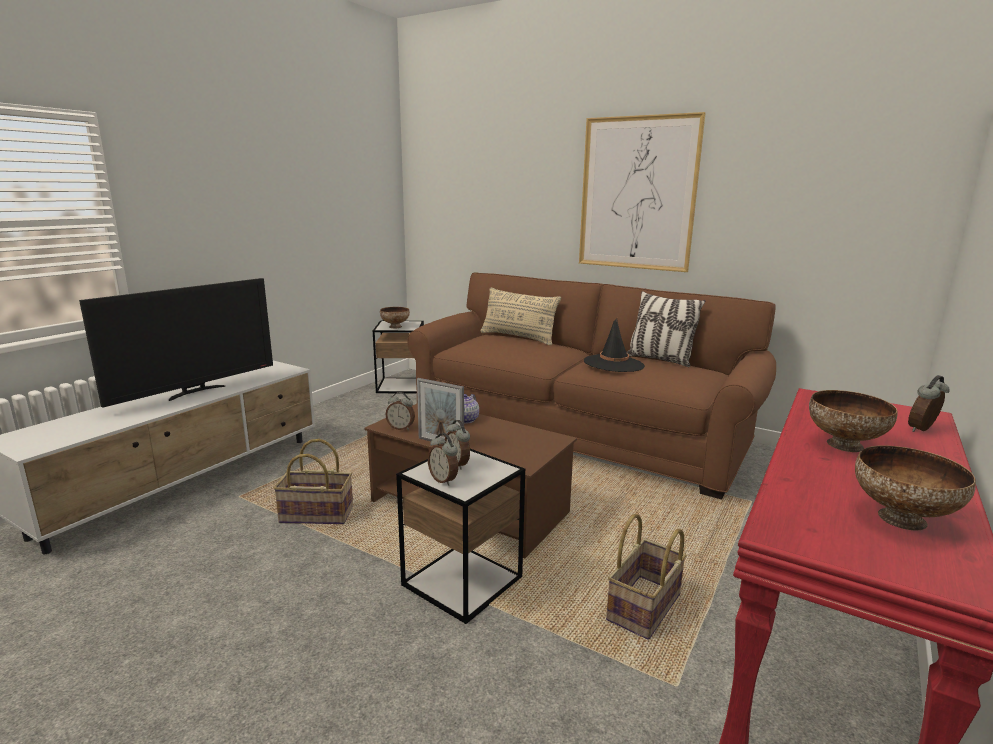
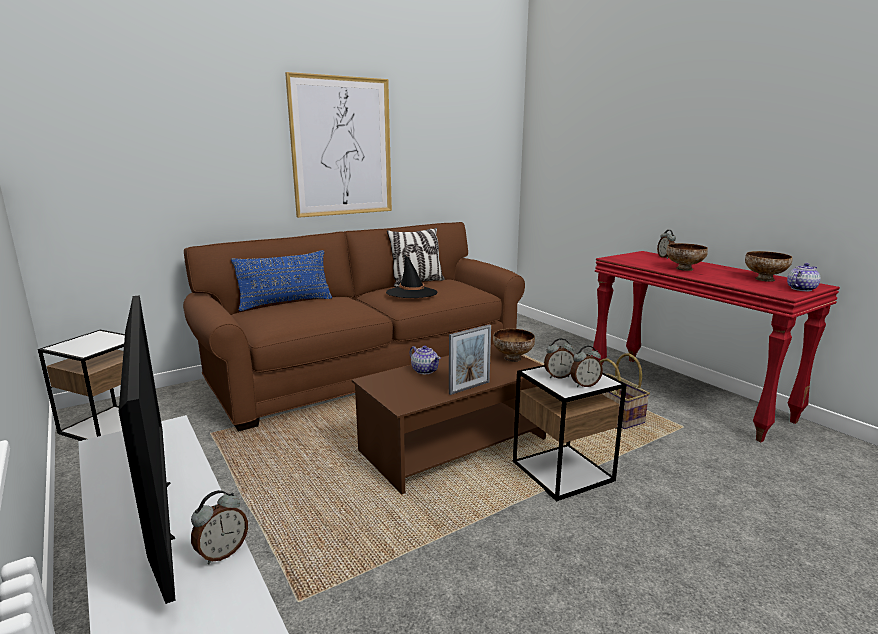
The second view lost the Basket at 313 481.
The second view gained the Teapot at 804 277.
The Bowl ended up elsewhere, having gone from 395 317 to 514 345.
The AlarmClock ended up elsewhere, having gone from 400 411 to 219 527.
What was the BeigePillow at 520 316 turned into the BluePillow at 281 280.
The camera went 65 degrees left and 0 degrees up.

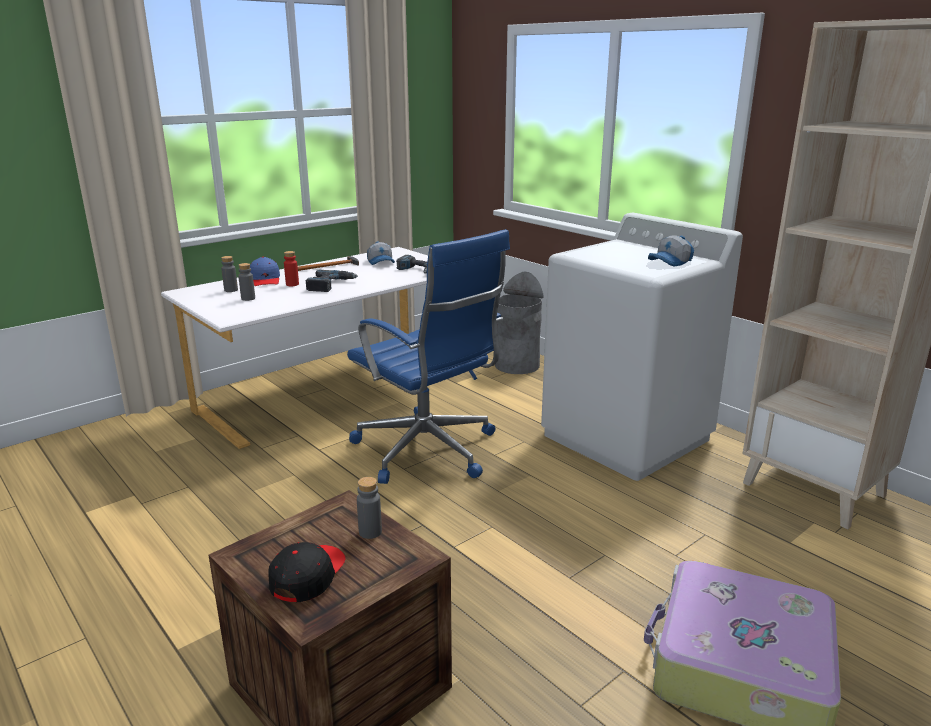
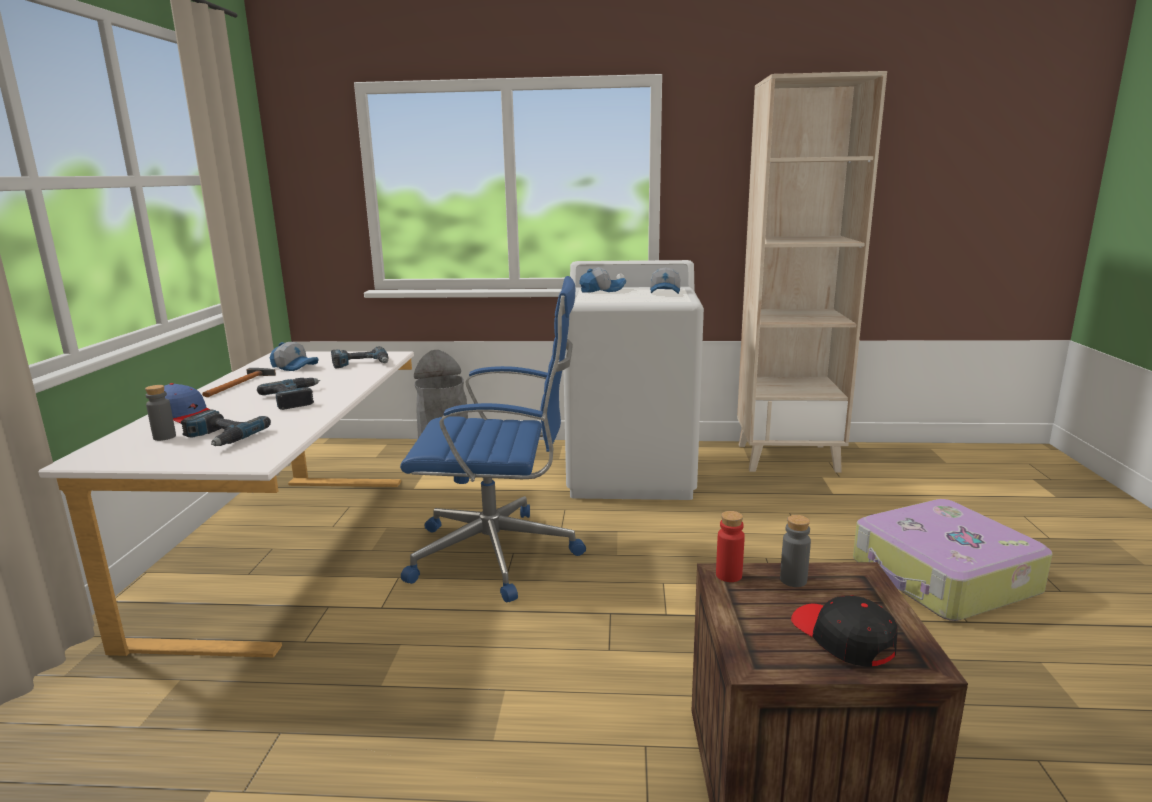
The second view gained the Cap at 603 280.
The RedBottle ended up elsewhere, having gone from 291 268 to 730 546.
Where the GreyBottle stood at 246 282, the PowerDrill came to stand at 225 428.
The camera went 45 degrees left and 5 degrees down.

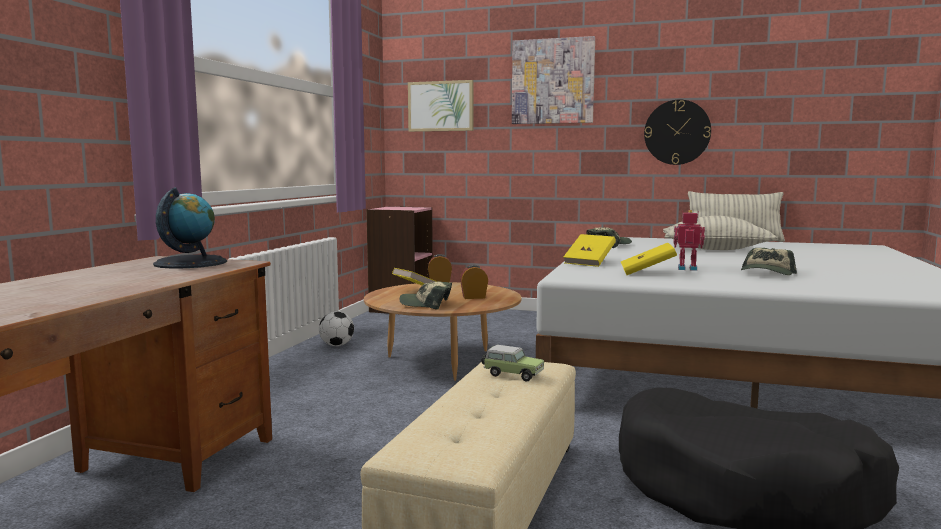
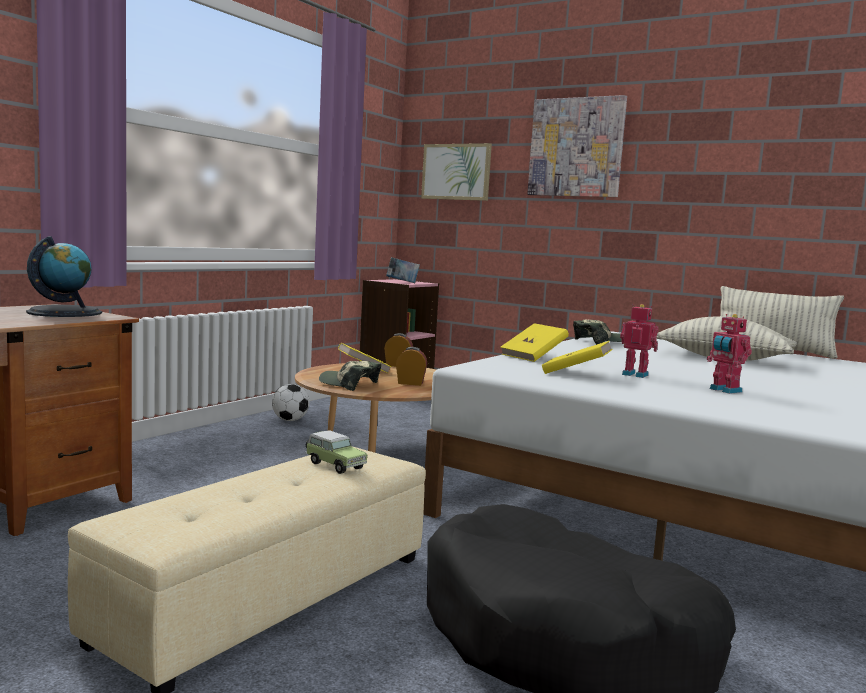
The second view lost the WallClock at 677 132.
The second view gained the Book at 403 270.
Where the Cap stood at 769 261, the ToyRobot came to stand at 729 354.
The camera went 15 degrees right and 0 degrees up.

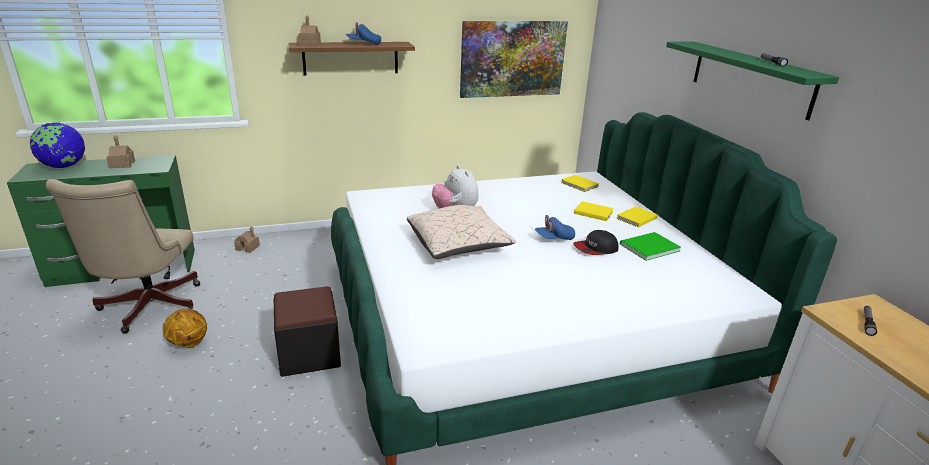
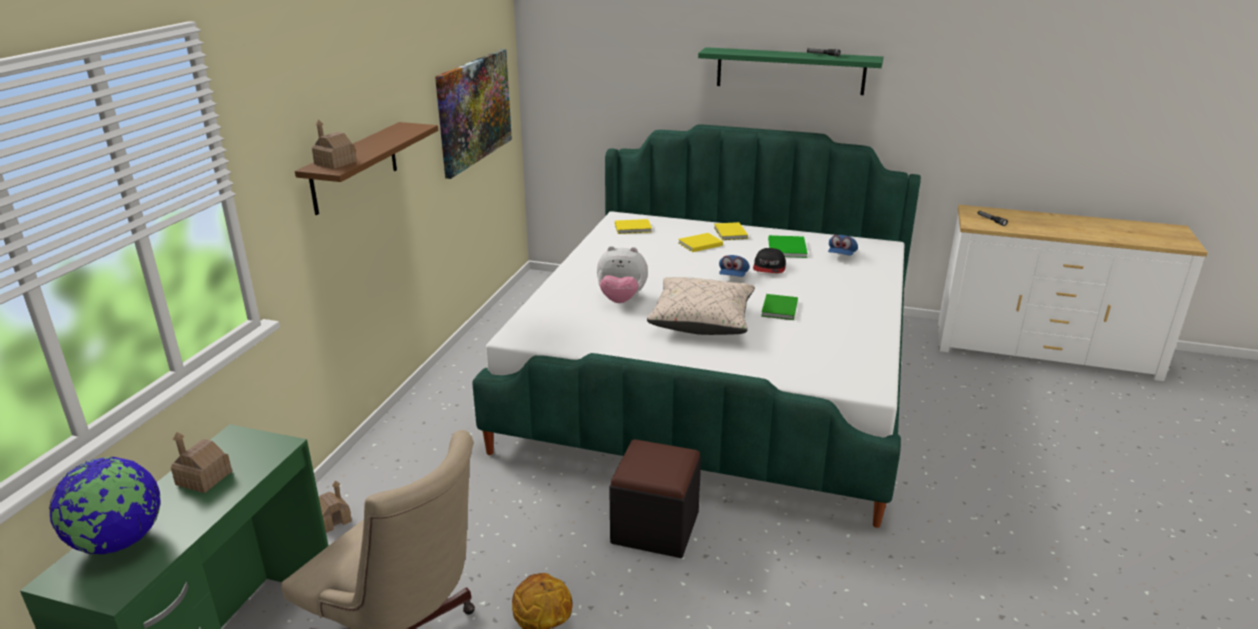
The second view gained the GreenBook at 779 307.
The BlueCap ended up elsewhere, having gone from 363 33 to 843 245.
The camera went 55 degrees left and 0 degrees up.

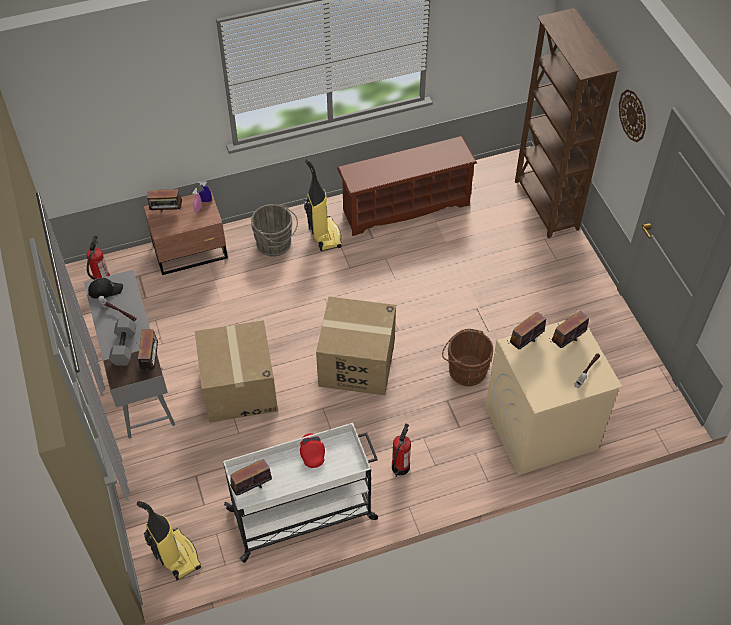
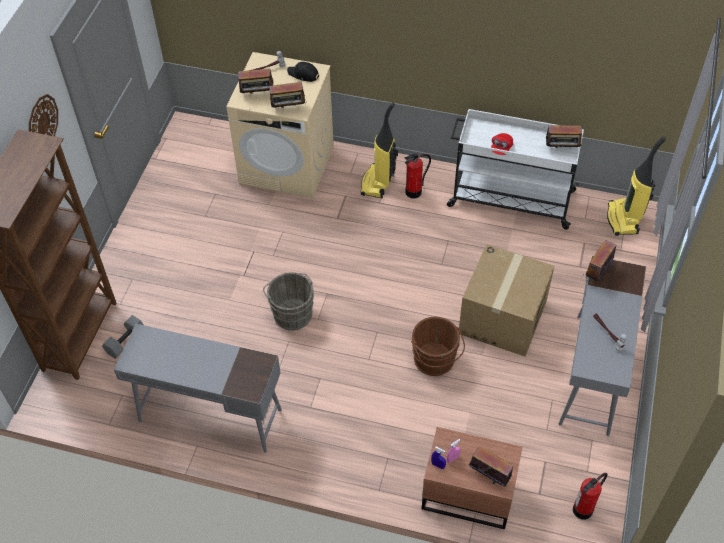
The second view lost the CardboardBox at 356 346.
The BlackCap ended up elsewhere, having gone from 105 288 to 303 72.
The GreyDumbbell ended up elsewhere, having gone from 122 342 to 123 337.
The GreyBucket ended up elsewhere, having gone from 274 230 to 288 301.
The VacuumCleaner ended up elsewhere, having gone from 323 205 to 379 150.
The BrownBucket ended up elsewhere, having gone from 467 357 to 438 346.
Where the BrownShoeRack stood at 407 186, the GreyDesk came to stand at 198 388.
The camera went 145 degrees left and 0 degrees up.

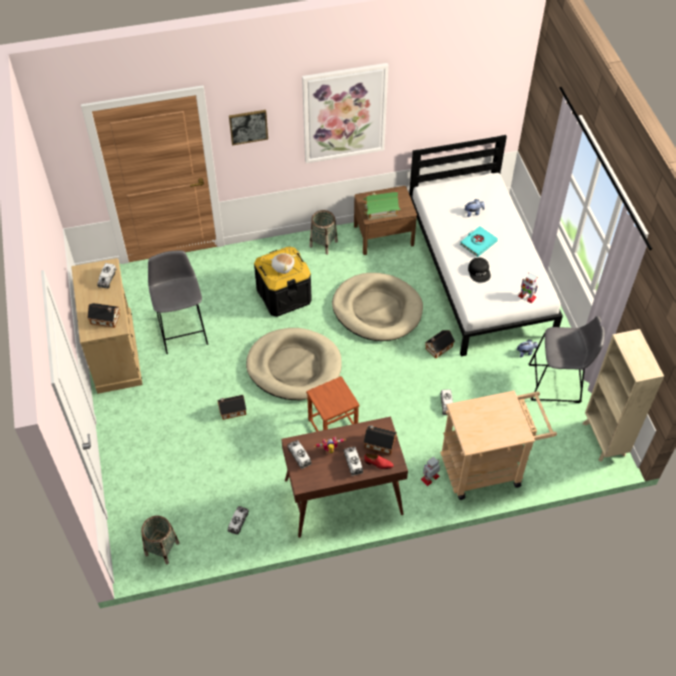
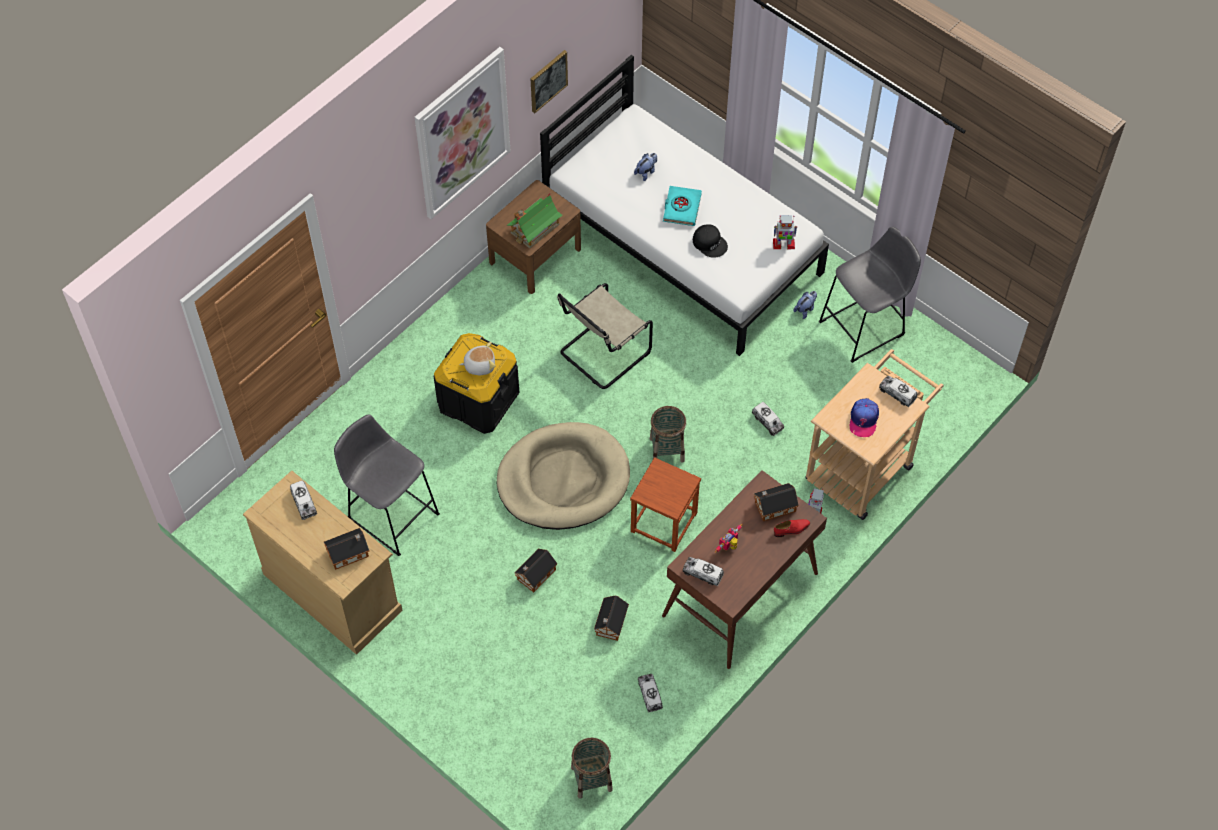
The second view lost the BeigeBookcase at 623 395.
The second view gained the Cap at 864 417.
The Picture ended up elsewhere, having gone from 248 127 to 549 81.
The Basket ended up elsewhere, having gone from 324 232 to 668 434.
The ToyTruck ended up elsewhere, having gone from 353 461 to 898 391.
The ToyHouse ended up elsewhere, having gone from 440 344 to 611 618.
Where the BeigeDogBed stood at 377 307, the BeigeChair came to stand at 605 336.
The camera went 35 degrees left and 5 degrees up.

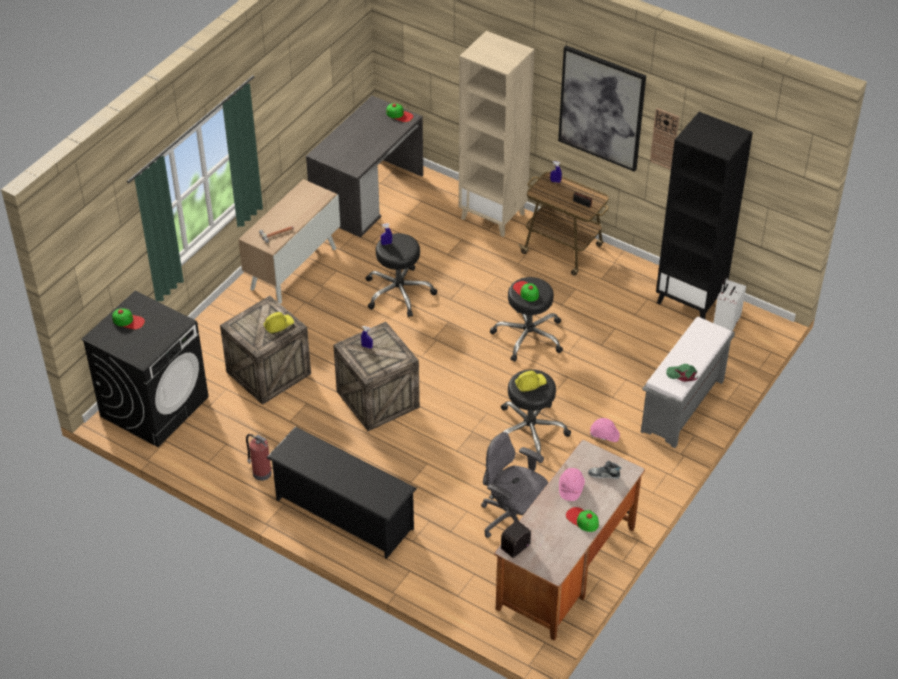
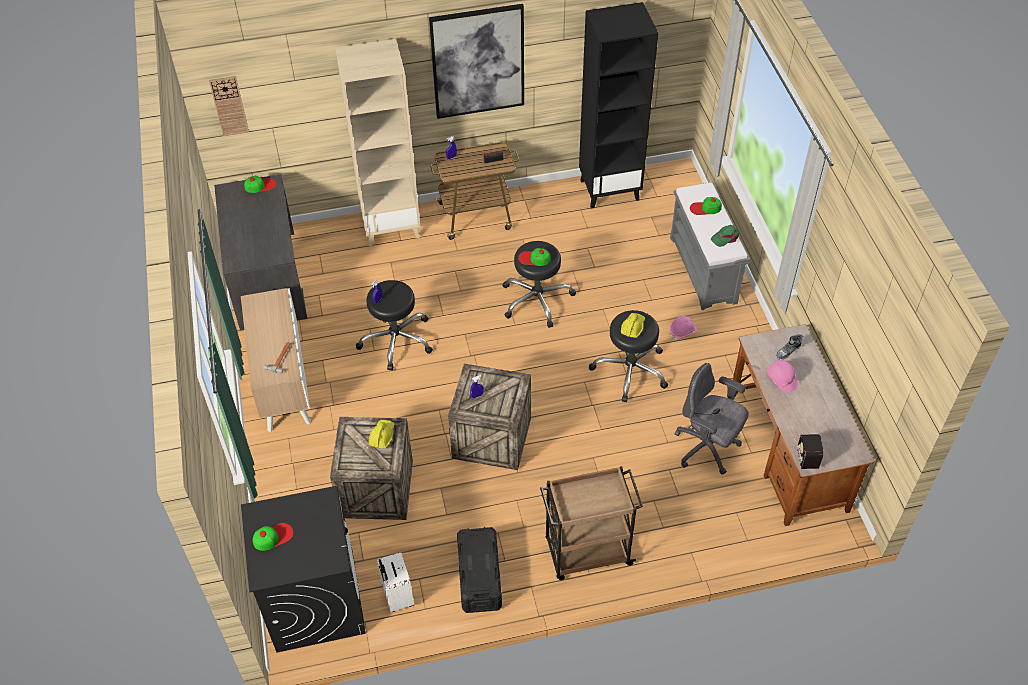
The Cap ended up elsewhere, having gone from 582 519 to 706 206.
The WallClock ended up elsewhere, having gone from 665 139 to 229 106.
The WhiteSuitcase ended up elsewhere, having gone from 729 303 to 395 582.
Where the FireExtinguisher stood at 259 457, the BlackStorageBox came to stand at 479 570.
Where the BlackShoeRack stood at 341 492, the BrownCart came to stand at 591 523.
The GreyOfficeChair at 514 485 ended up facing another way, 45 degrees clockwise from before.
The camera went 45 degrees left and 5 degrees up.

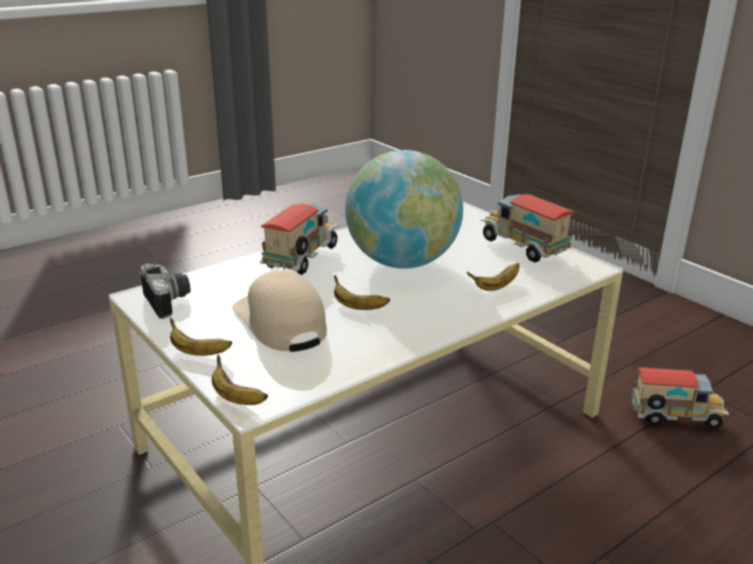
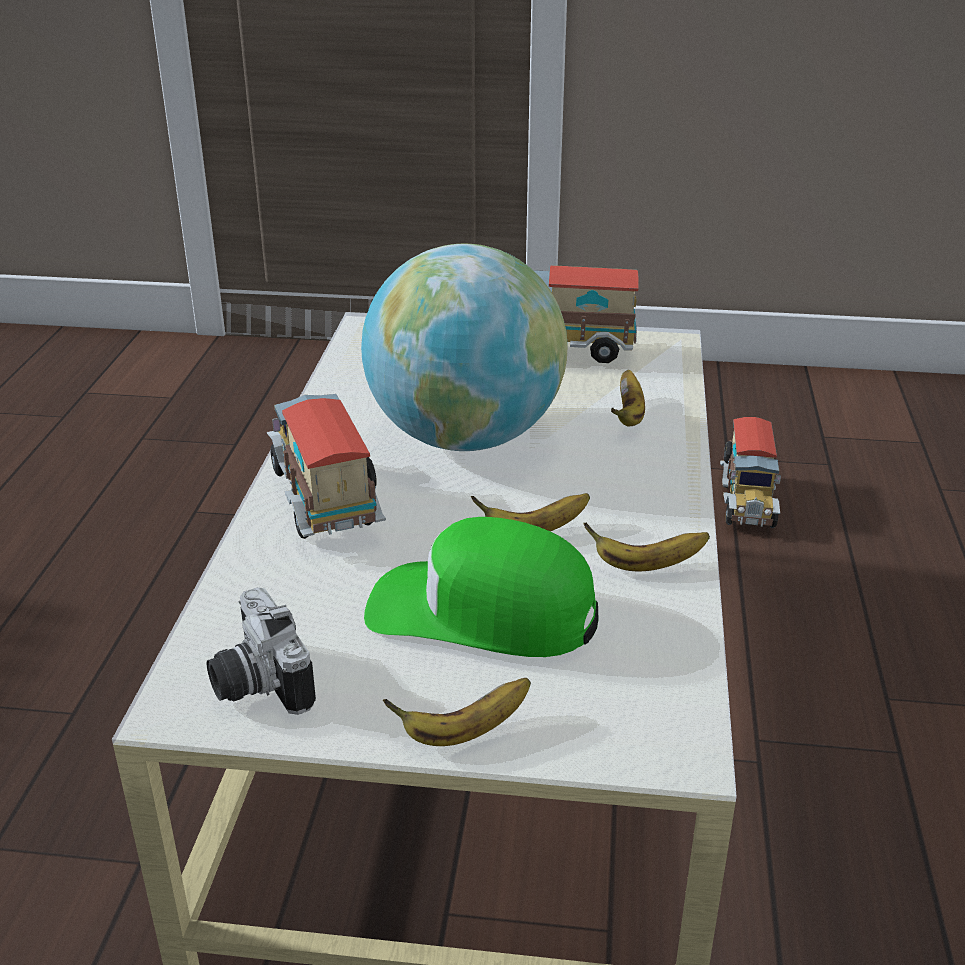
The Banana ended up elsewhere, having gone from 240 380 to 646 547.
What was the BeigeCap at 279 311 turned into the GreenCap at 481 587.
The PhotoCamera at 166 291 ended up facing another way, 135 degrees counterclockwise from before.
The ToyTruck at 680 398 ended up facing another way, 135 degrees clockwise from before.
The camera went 45 degrees left and 5 degrees up.

